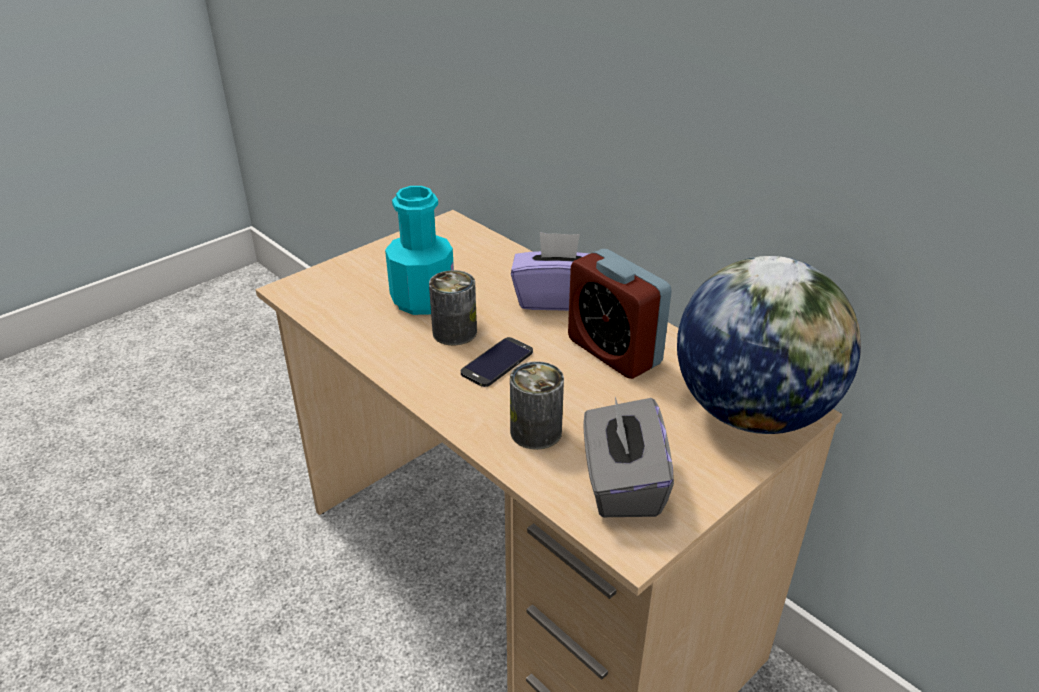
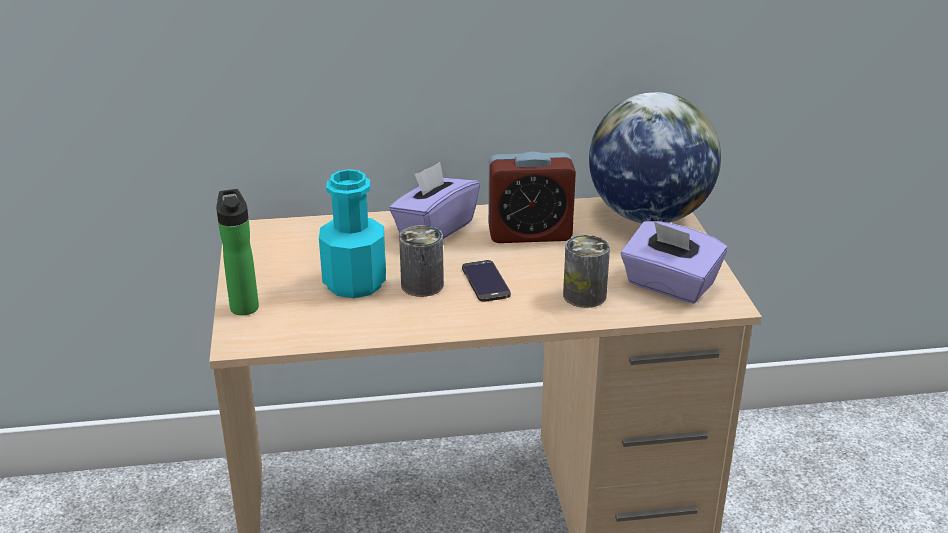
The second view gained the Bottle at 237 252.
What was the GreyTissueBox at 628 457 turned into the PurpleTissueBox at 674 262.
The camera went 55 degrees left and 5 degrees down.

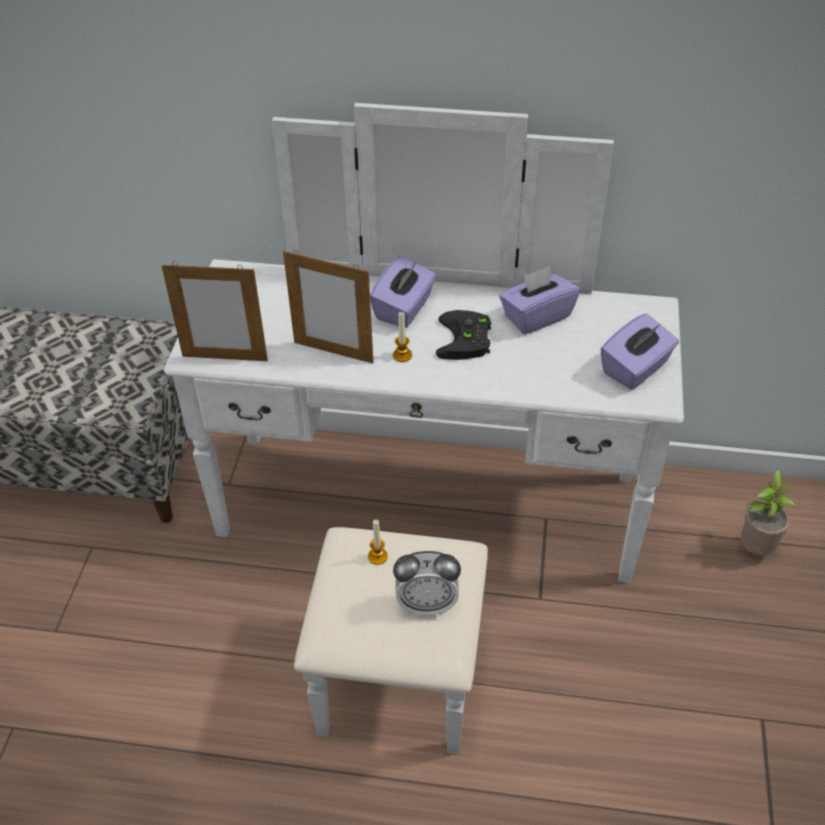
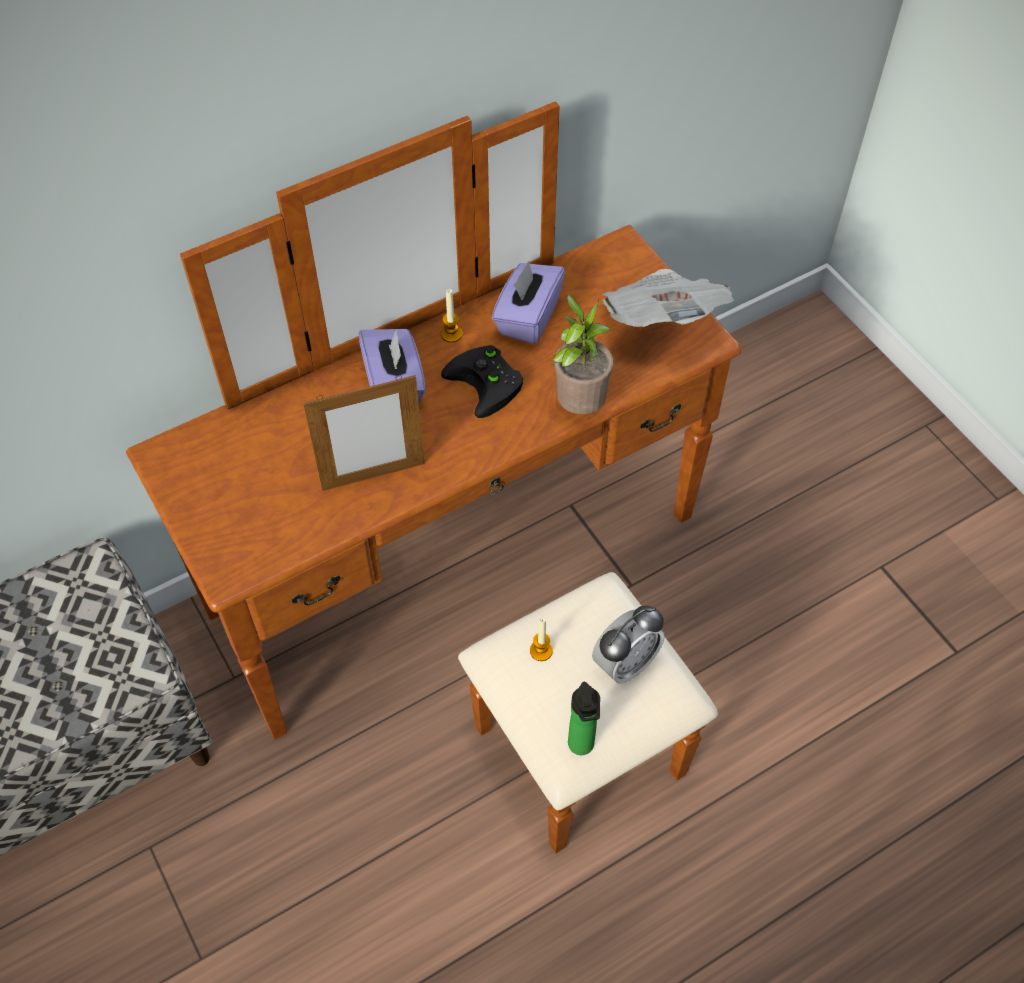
The second view lost the PictureFrame at 214 311.
The second view gained the Bottle at 584 718.
The Candle ended up elsewhere, having gone from 402 337 to 452 315.
The PottedPlant ended up elsewhere, having gone from 768 512 to 583 354.
Where the PurpleTissueBox stood at 640 351, the Newspaper came to stand at 668 298.
What was the WhiteDresser at 424 428 turned into the BrownDresser at 433 477.
The camera went 40 degrees left and 10 degrees up.

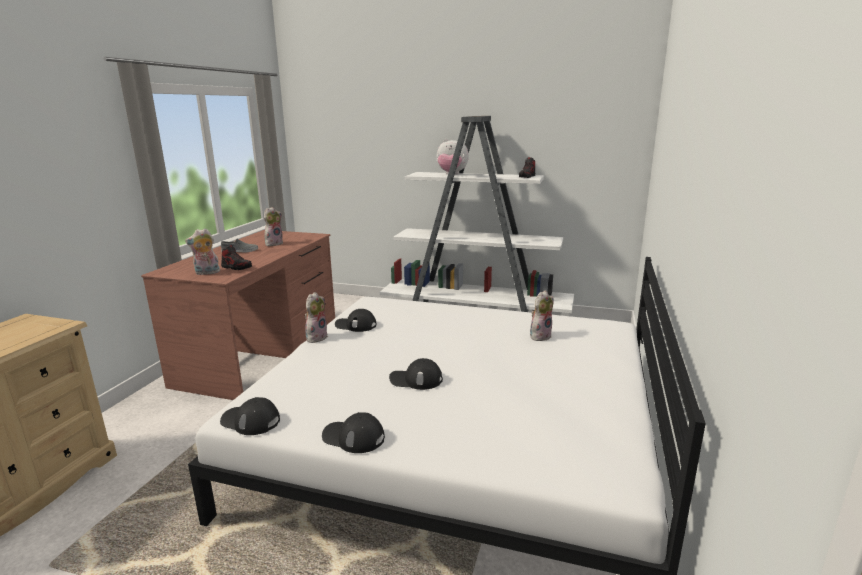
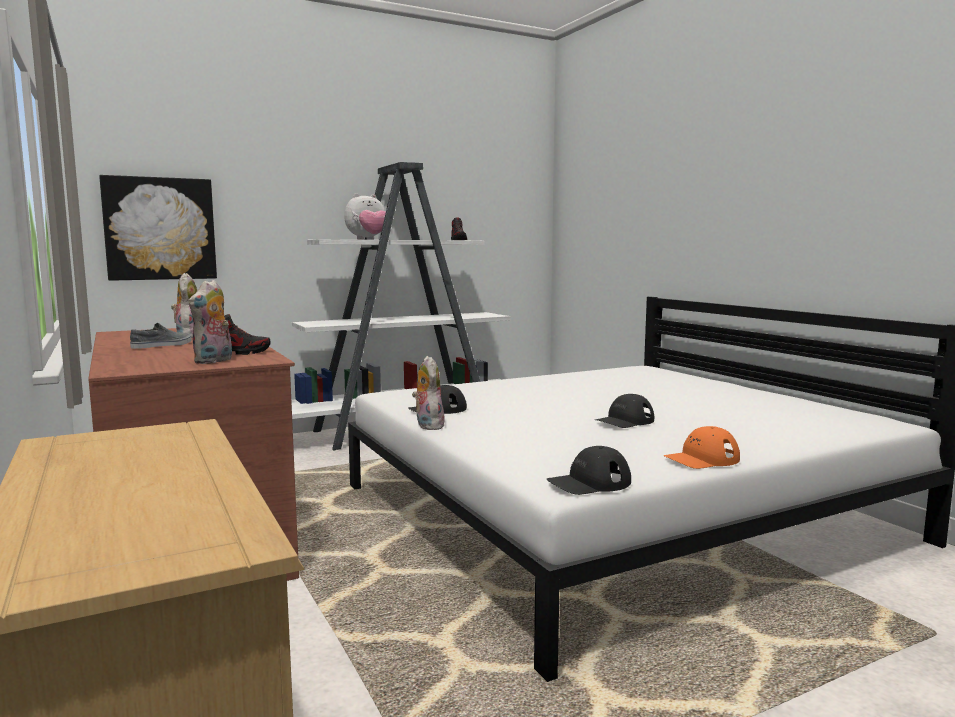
The second view lost the PlushToy at 542 316.
The second view gained the Picture at 158 228.
What was the BlackCap at 353 432 turned into the OrangeCap at 701 447.
The camera went 45 degrees left and 10 degrees down.

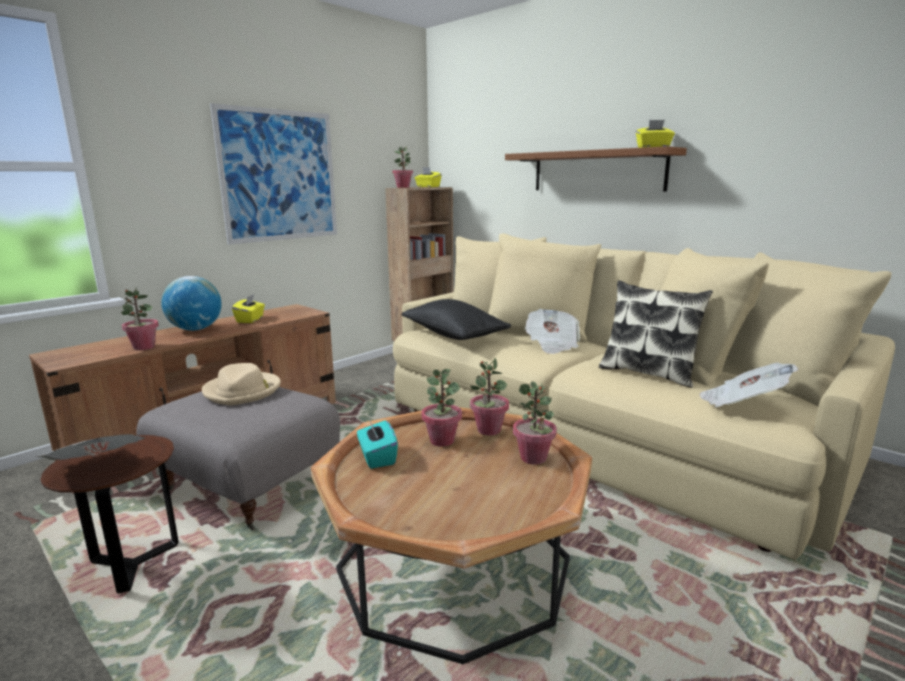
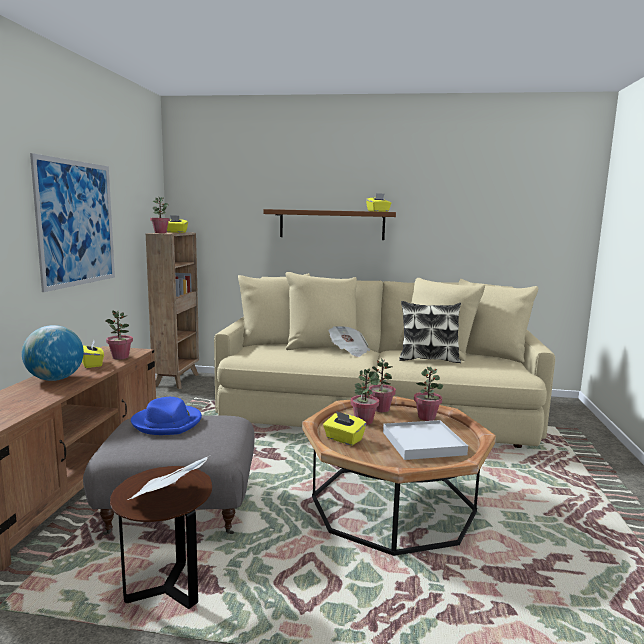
The second view lost the BlackPillow at 456 319.
The second view lost the Newspaper at 748 385.
The second view gained the WhiteTray at 425 440.
The PottedPlant ended up elsewhere, having gone from 140 318 to 119 335.
What was the BeigeHat at 241 384 turned into the BlueHat at 166 416.
What was the TurquoiseTissueBox at 377 443 turned into the YellowTissueBox at 344 428.
The camera went 35 degrees left and 5 degrees down.

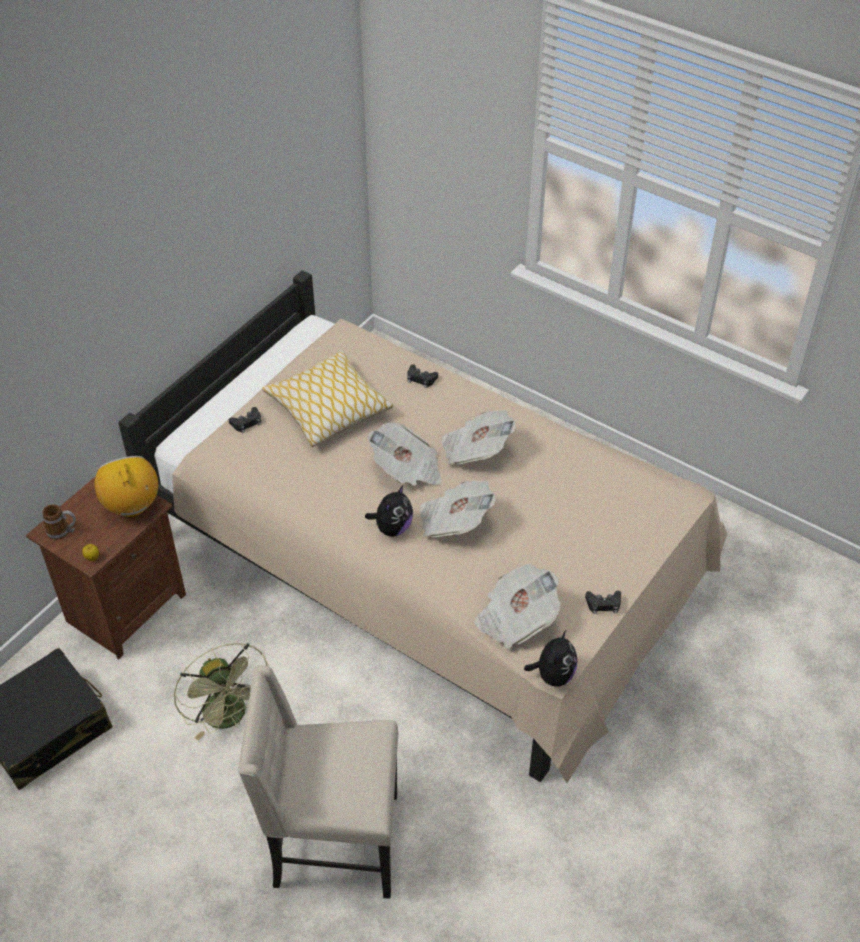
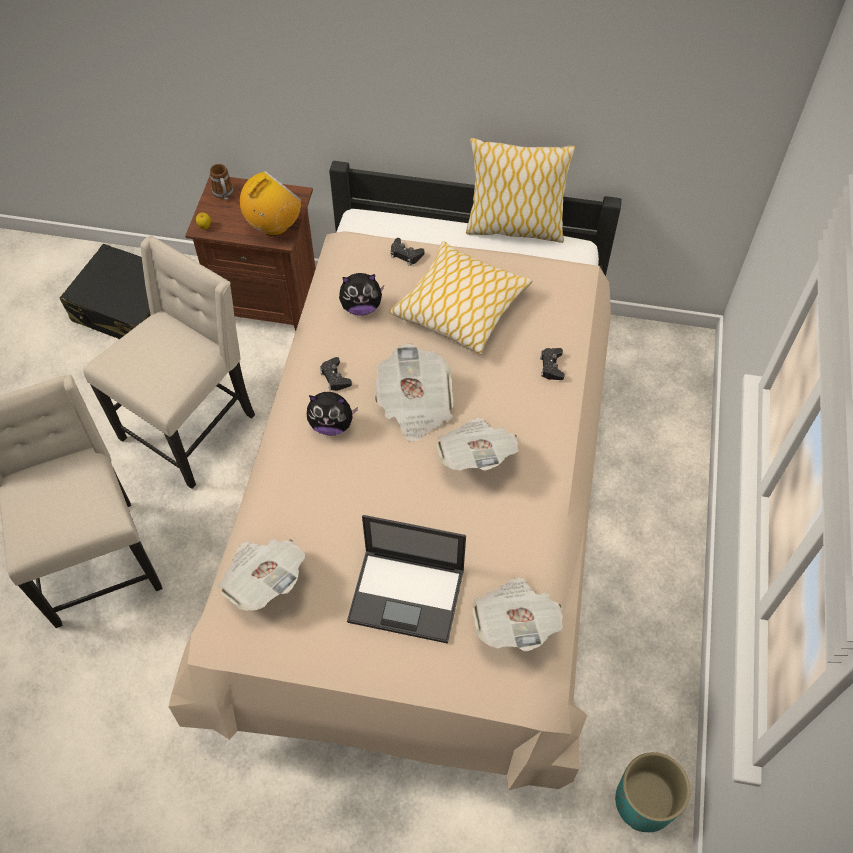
The second view gained the Laptop at 406 579.
The second view gained the Pillow at 520 190.
The second view gained the TurquoisePlanter at 653 792.
The Newspaper ended up elsewhere, having gone from 457 509 to 518 614.
The PlushToy ended up elsewhere, having gone from 550 658 to 361 294.
The BlackGameController ended up elsewhere, having gone from 603 602 to 336 374.
Where the GreenFan stood at 221 692, the BeigeChair came to stand at 169 362.
The camera went 65 degrees right and 10 degrees up.

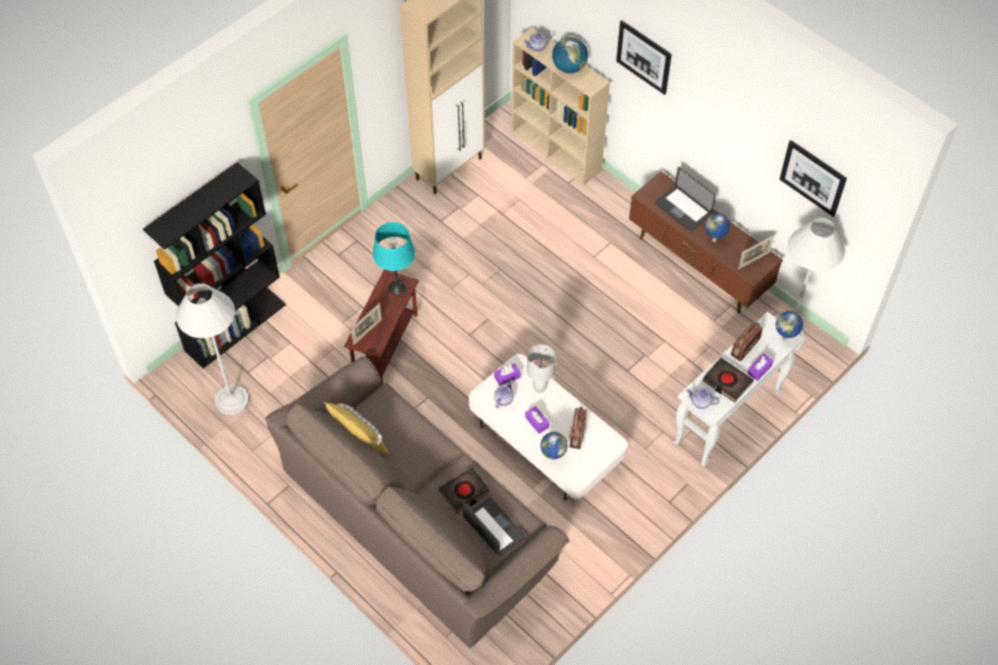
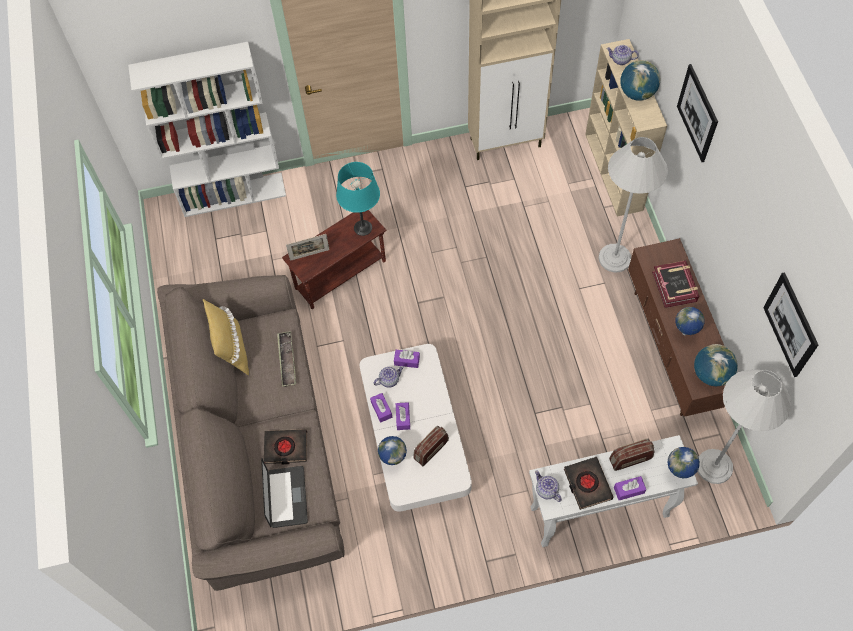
The second view lost the WhiteTableLamp at 541 368.
The second view gained the Tray at 286 359.
The second view gained the PurpleTissueBox at 381 408.
The WhiteFloorLamp ended up elsewhere, having gone from 212 349 to 633 205.
Where the Laptop stood at 685 199, the Book came to stand at 676 284.
Where the PictureFrame stood at 756 252, the Globe came to stand at 716 365.
What was the BlackBookcase at 214 265 turned into the WhiteBookcase at 207 129.
The camera went 35 degrees right and 5 degrees up.

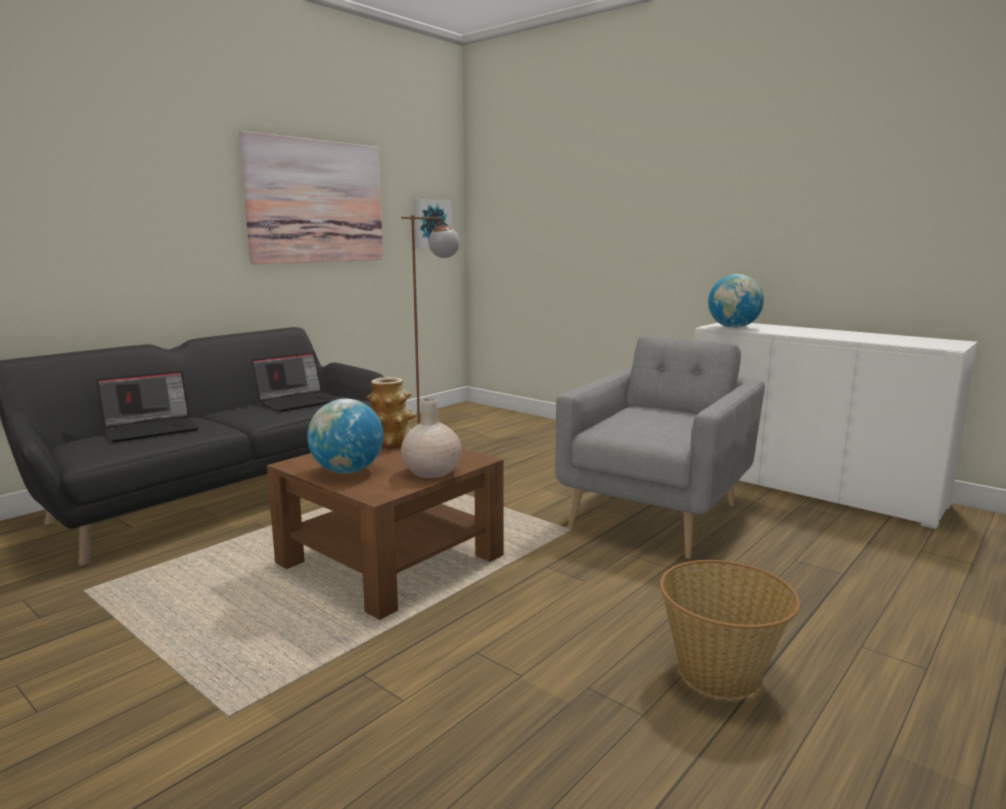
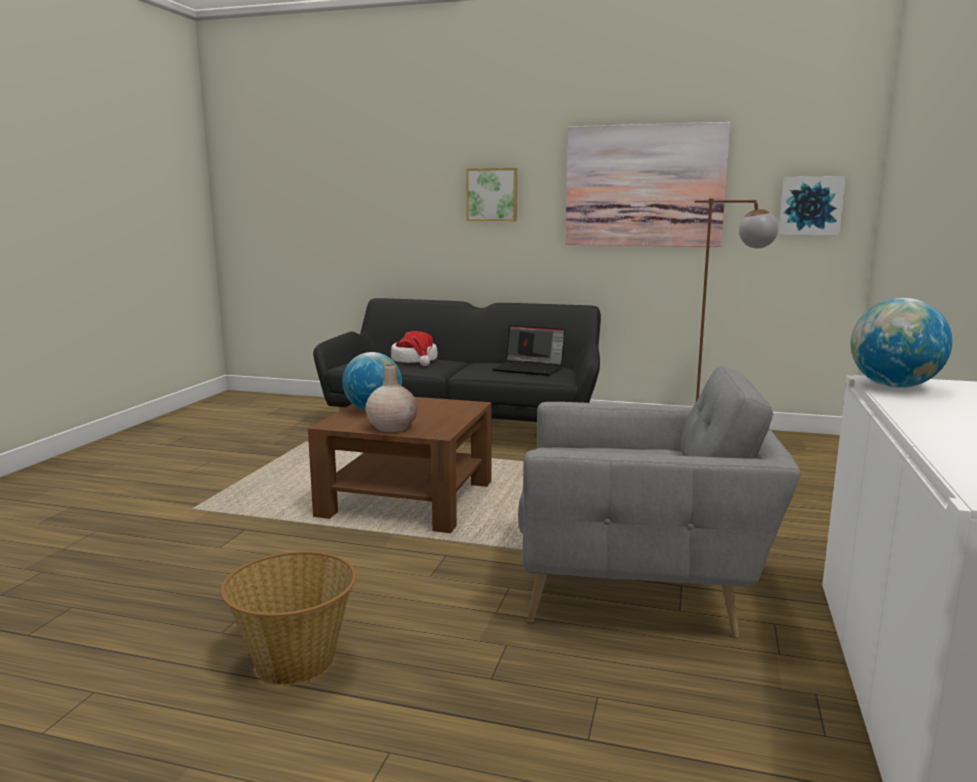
The second view lost the Vase at 391 413.
The second view gained the Picture at 491 194.
Where the Laptop stood at 147 407, the Hat came to stand at 414 348.
The camera went 65 degrees right and 0 degrees up.

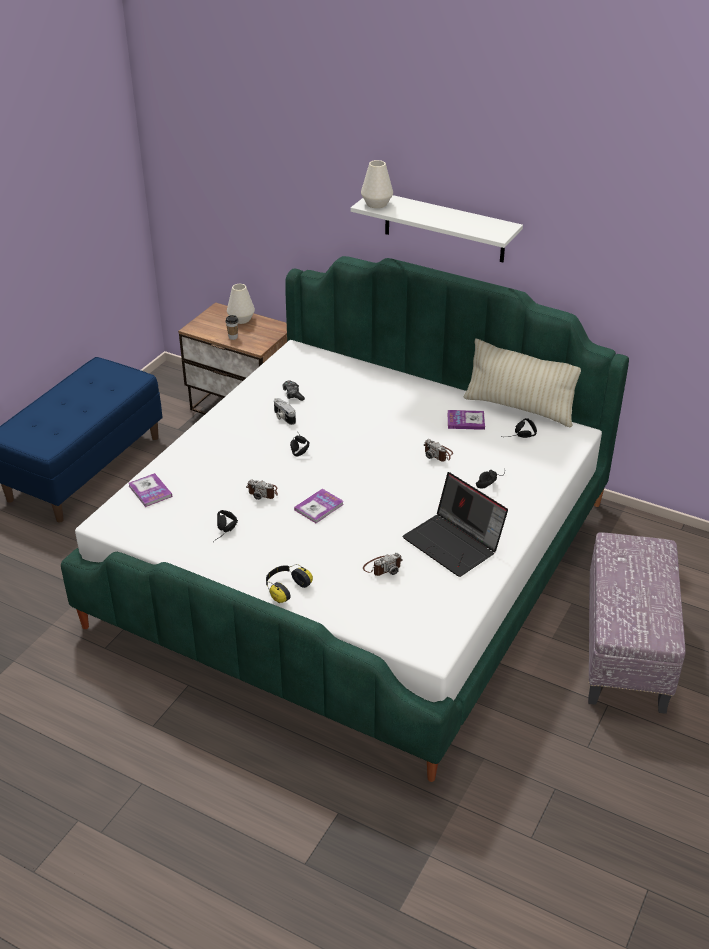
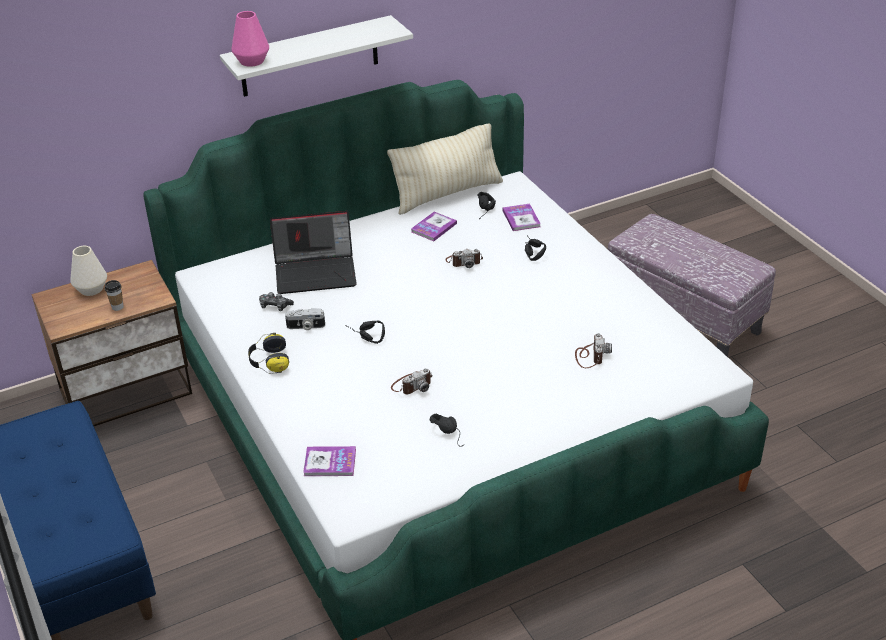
The Headphones ended up elsewhere, having gone from 289 583 to 268 353.
The Book ended up elsewhere, having gone from 319 506 to 522 217.
The Laptop ended up elsewhere, having gone from 455 524 to 313 252.
What was the WhiteVase at 377 184 turned into the PinkVase at 250 39.
The camera went 55 degrees left and 0 degrees up.

